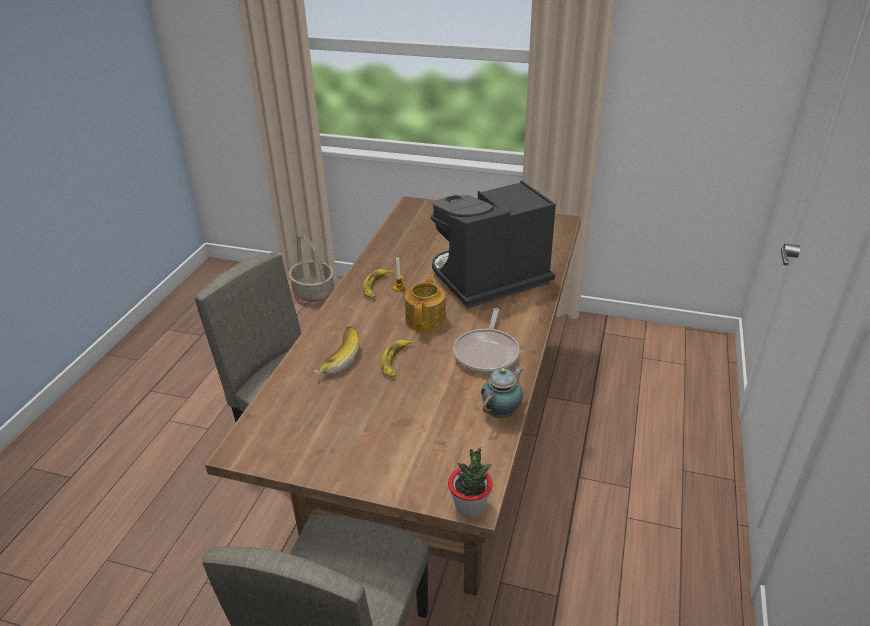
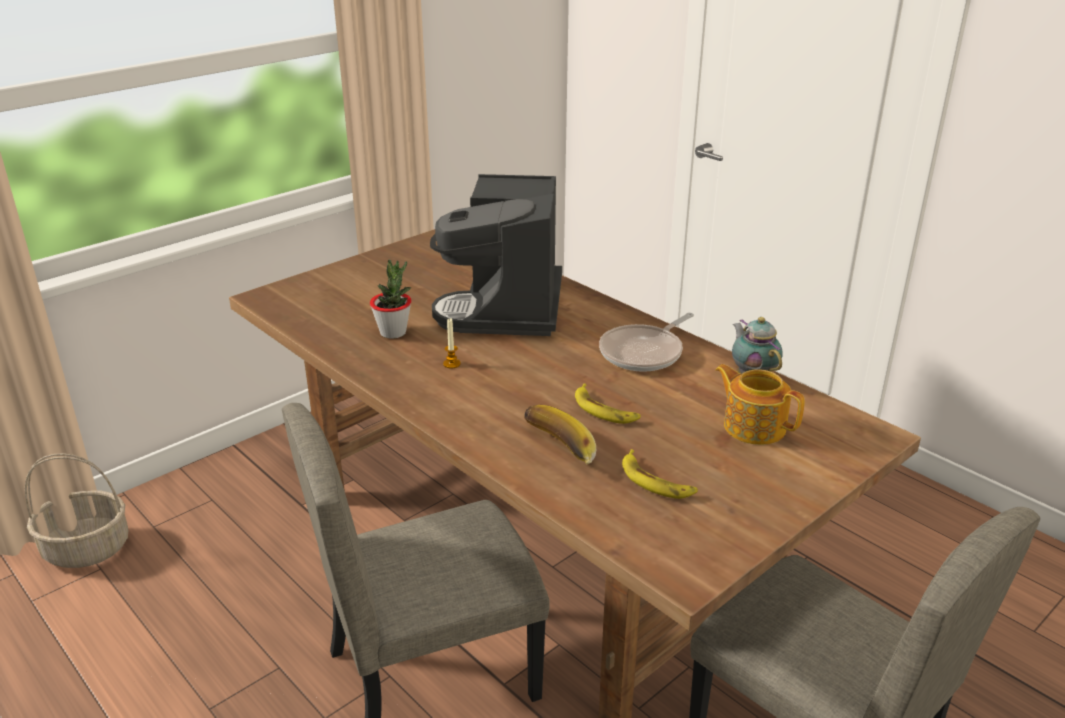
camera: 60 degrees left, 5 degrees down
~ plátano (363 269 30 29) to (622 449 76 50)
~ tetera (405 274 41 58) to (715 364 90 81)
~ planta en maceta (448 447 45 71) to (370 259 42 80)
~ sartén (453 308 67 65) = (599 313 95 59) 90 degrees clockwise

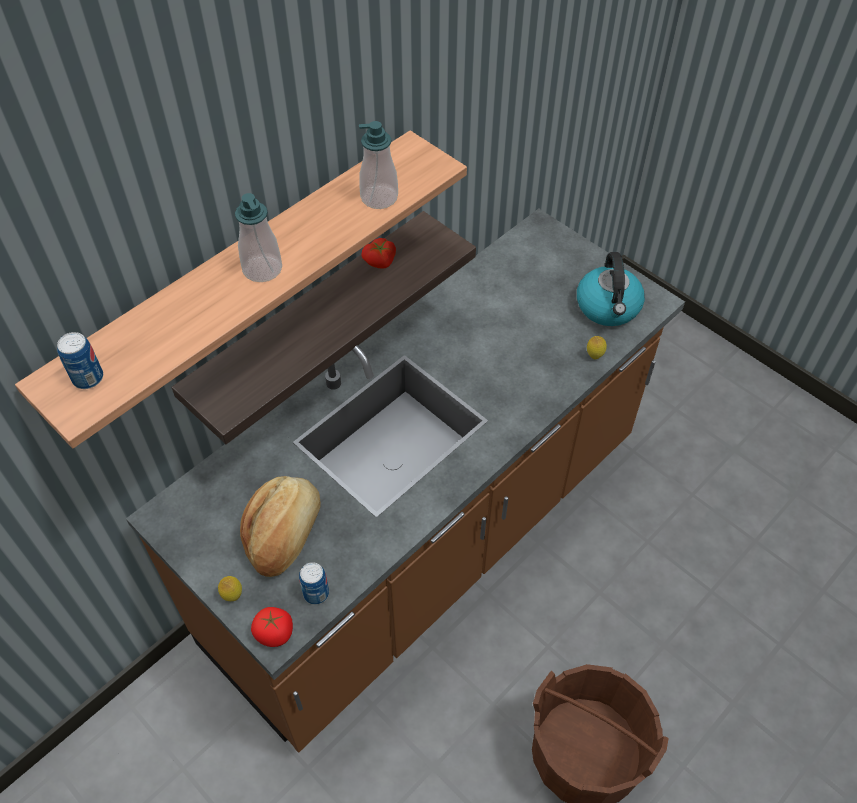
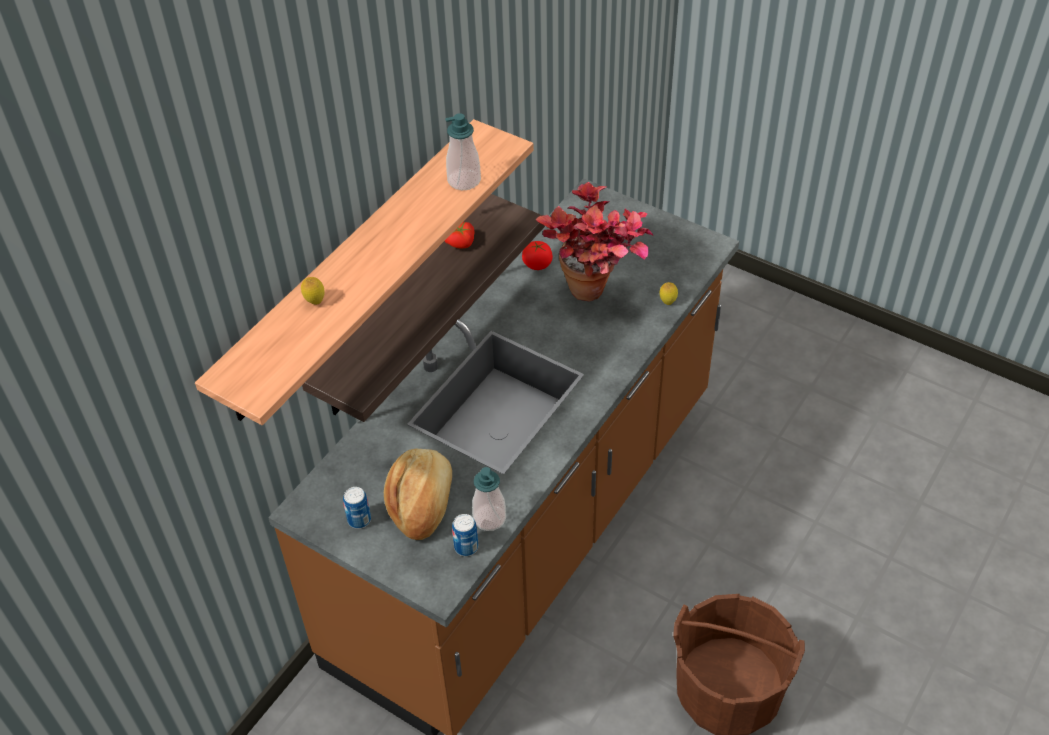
camera: 10 degrees left, 5 degrees down
- hervidor (577 252 68 74)
+ planta en maceta (535 182 118 120)
~ lata (57 332 46 57) to (343 487 28 42)
~ limón (218 576 24 25) to (301 277 24 28)
~ dispensador de jabón (235 193 47 89) to (472 467 34 64)
~ tomate (251 607 42 40) to (522 241 31 29)

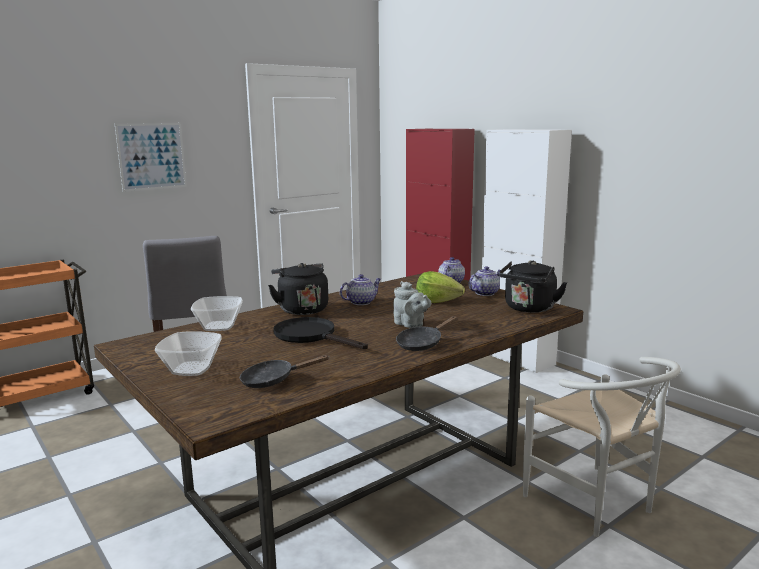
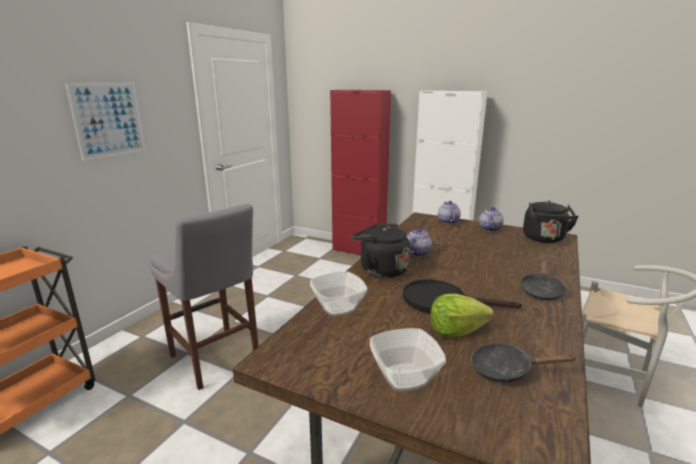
camera: 25 degrees left, 5 degrees up
- tetera (gris) (393 281 38 47)
~ lechuga (416 271 49 32) to (431 294 62 43)
~ sartén (negro) (240 355 90 33) = (471 343 104 40) 45 degrees clockwise

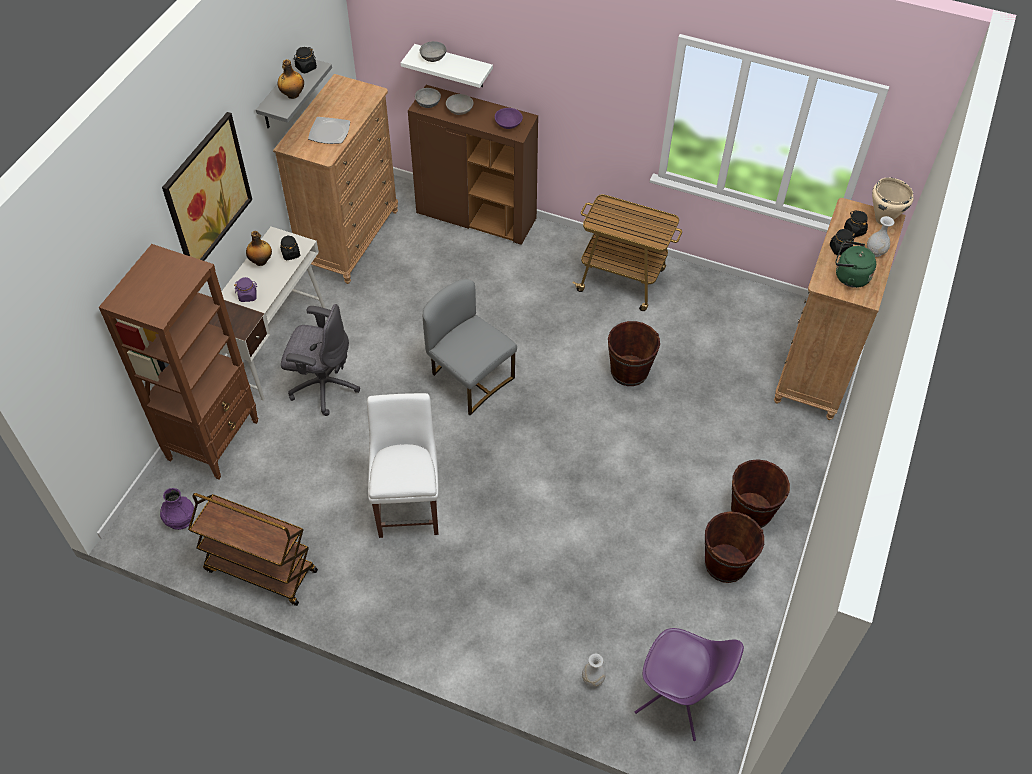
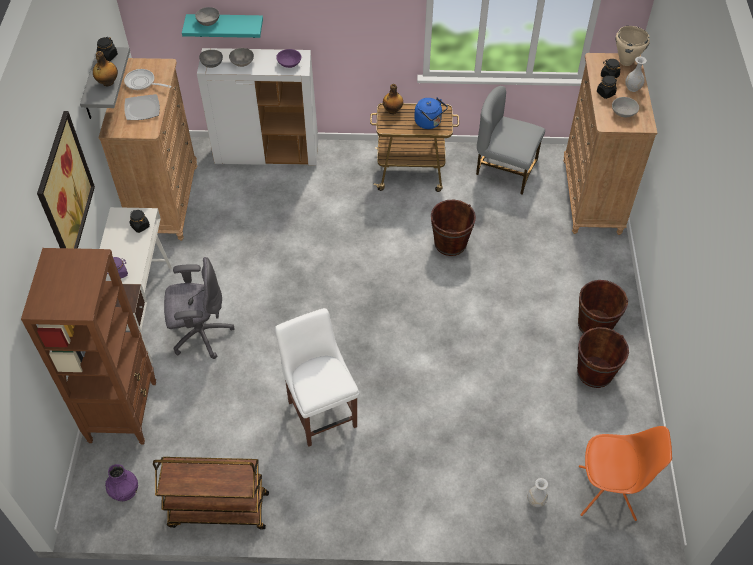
camera: 20 degrees left, 0 degrees up
+ sartén (124 69 48 21)
+ hervidor (azul) (414 98 34 31)
~ botella (246 231 26 35) to (383 84 20 30)
~ silla (gris) (423 279 94 137) to (476 86 69 109)
~ hervidor (verde) (835 241 41 47) to cuenco (gris) (612 97 27 20)
~ estante (blanco) (401 44 92 44) to estante (turquesa) (182 14 81 24)
~ armario (marrón) (408 85 130 160) to armario (blanco) (197 48 121 118)
~ silla (morado) (635 628 109 113) to silla (naranja) (579 426 93 95)

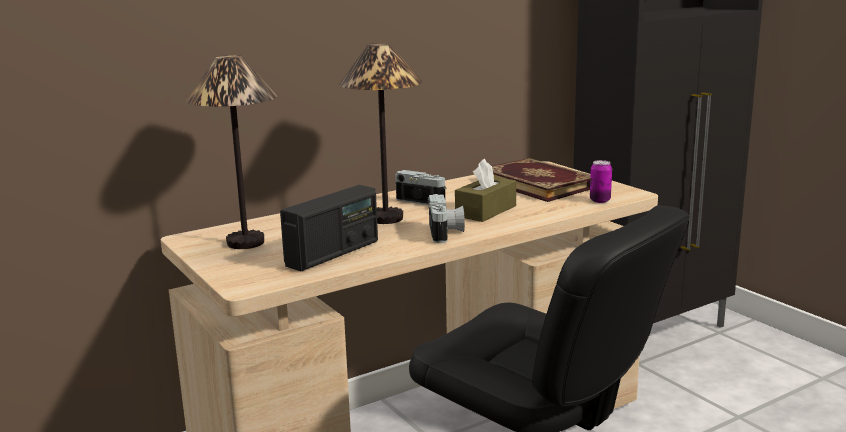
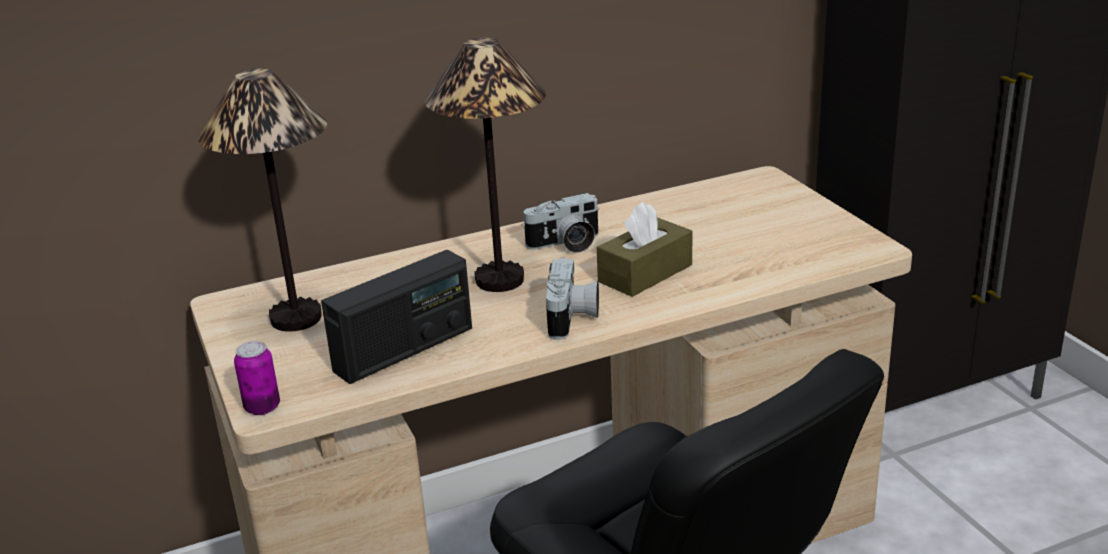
camera: 10 degrees right, 10 degrees up
- libro (492 158 99 44)
~ lata (590 160 22 43) to (234 341 46 74)
~ cámara (395 170 51 35) = (522 193 78 60) 120 degrees clockwise

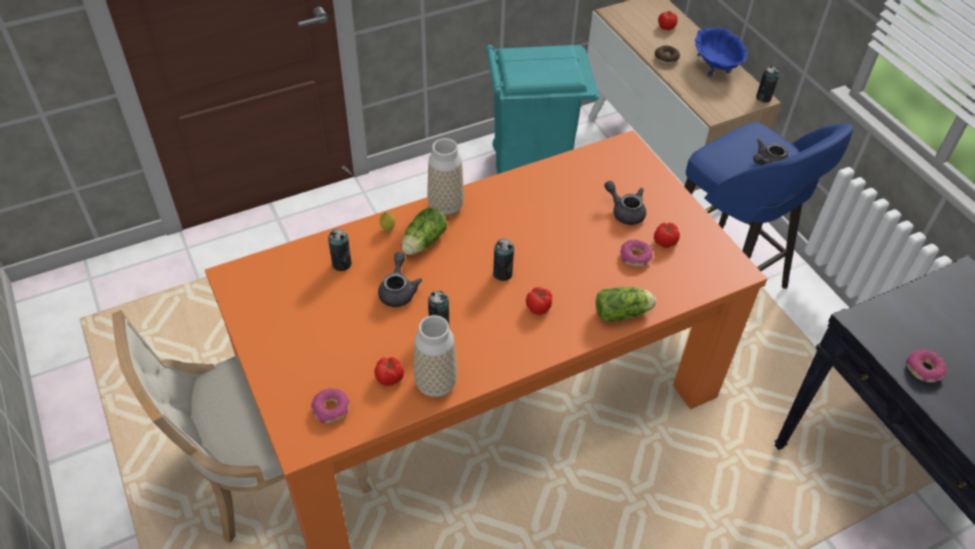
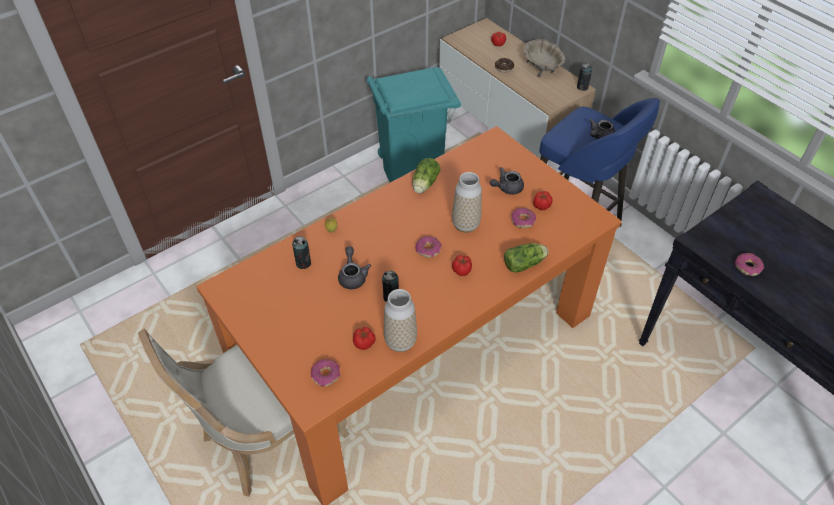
camera: 10 degrees left, 0 degrees up
~ lechuga (402 208 45 47) to (412 158 28 35)
~ florero (427 138 37 79) to (452 172 30 61)
~ lata (493 238 21 43) to rosquilla (416 236 26 22)
~ cuenco (azul) (695 27 52 50) to cuenco (beis) (524 39 41 38)
~ tetera (gris) (604 181 42 44) = (490 167 34 28) 60 degrees counterclockwise

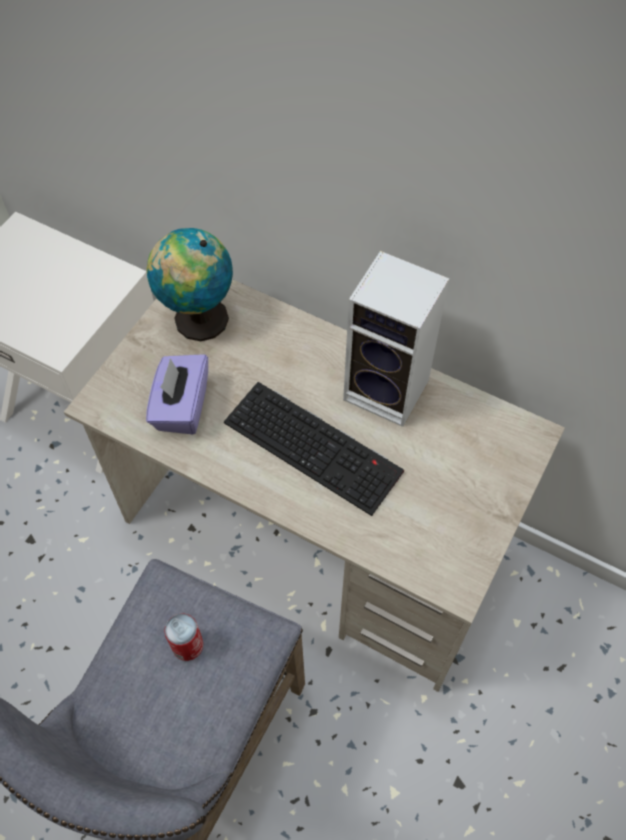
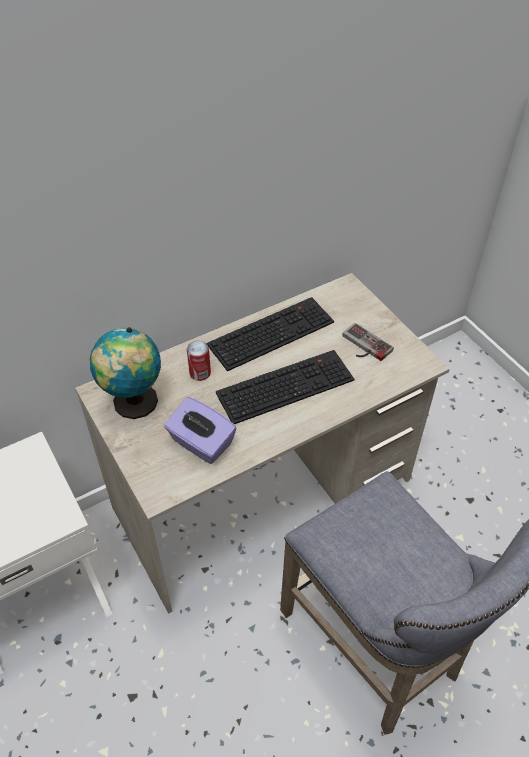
camera: 60 degrees left, 10 degrees down
+ mando de consola (342 323 52 38)
~ lata (164 613 39 48) to (187 341 24 40)
~ altavoz (343 251 106 176) to teclado (207 297 127 75)

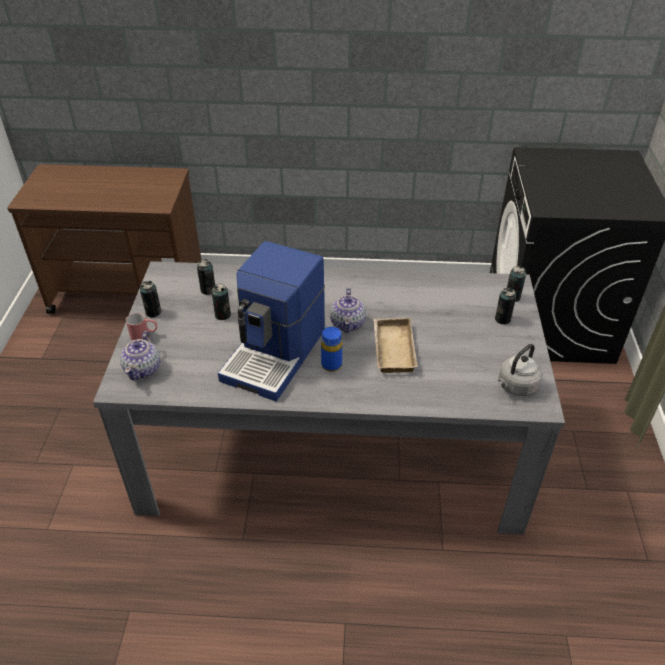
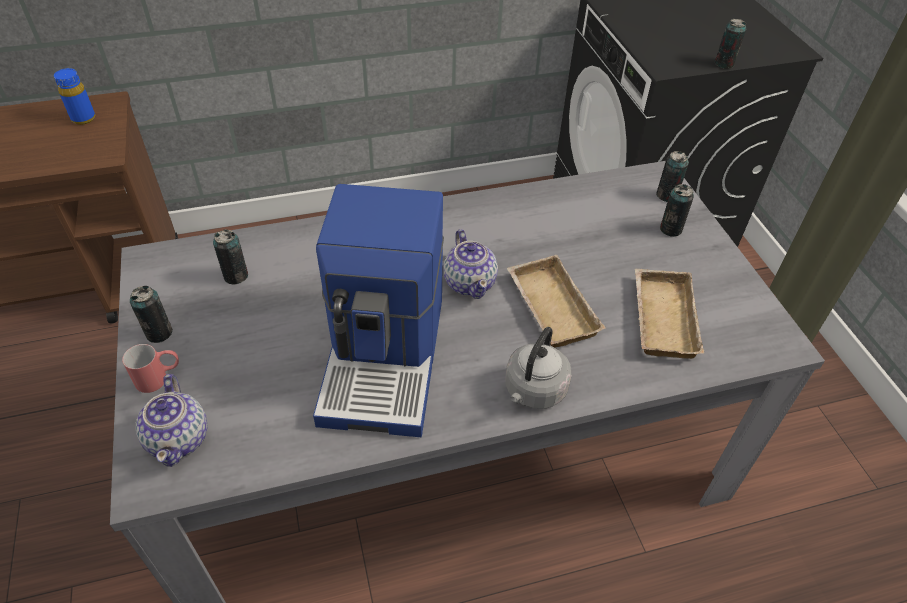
camera: 20 degrees left, 5 degrees up
+ bandeja (beis) (635 268 69 91)
~ lata (211 283 20 37) to (715 19 31 50)
~ botella (azul) (321 327 21 45) to (54 68 41 57)
~ hervidor (gris) (498 344 45 52) to (505 327 67 82)

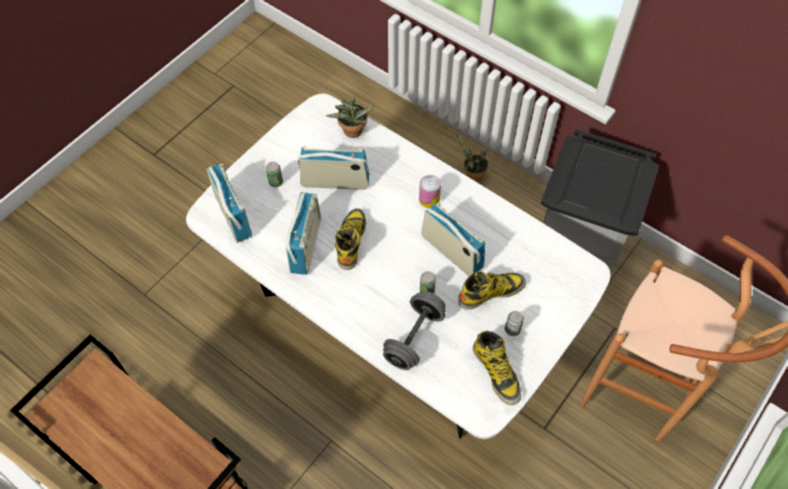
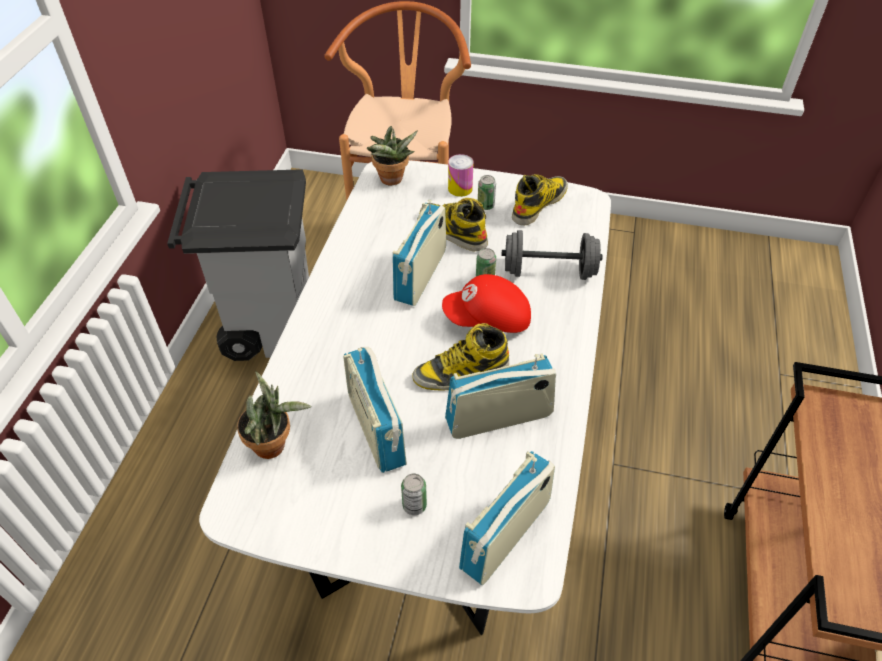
camera: 115 degrees left, 10 degrees down
+ gorra (rojo) (442 274 89 59)
~ lata (419 175 22 33) to (448 154 26 43)
~ planta en maceta (457 133 32 49) to (367 126 51 60)

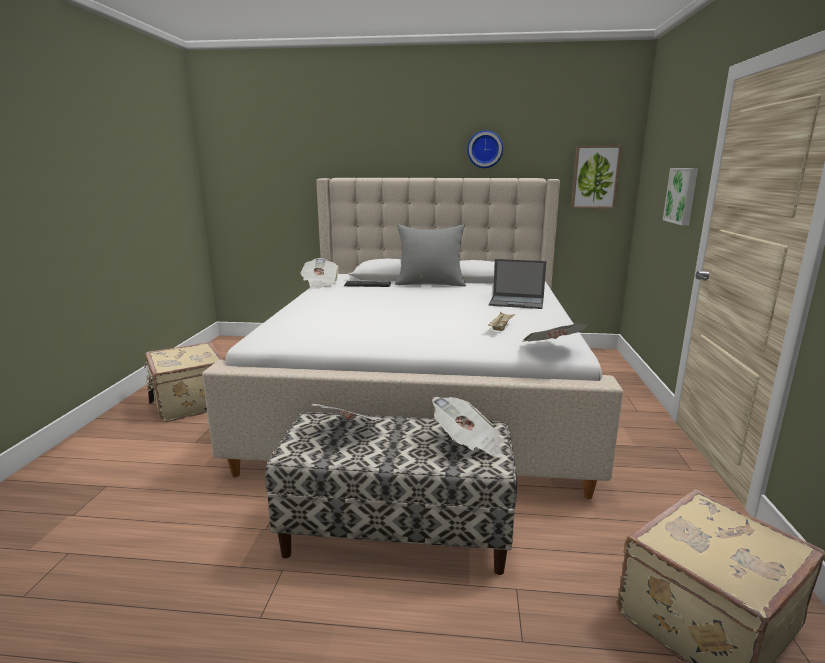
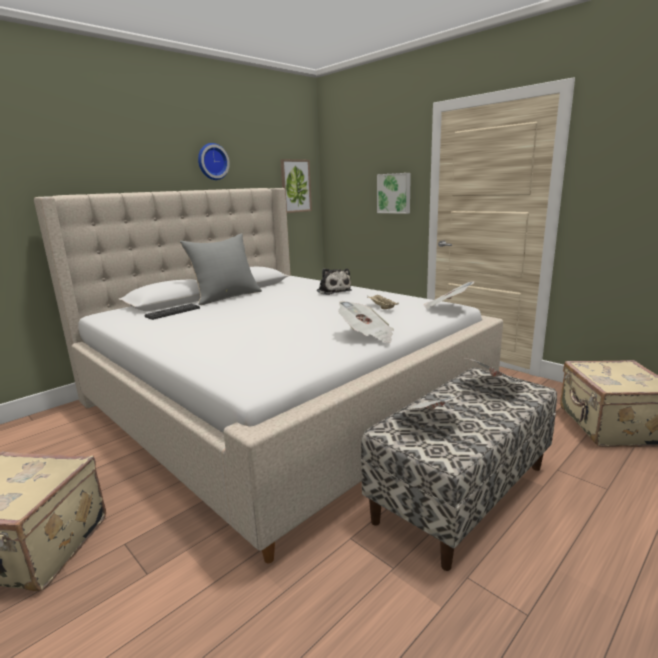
camera: 50 degrees left, 0 degrees up
~ periódico (300 258 39 31) to (338 301 56 42)
~ portátil (489 259 58 50) to peluche (317 268 35 27)

